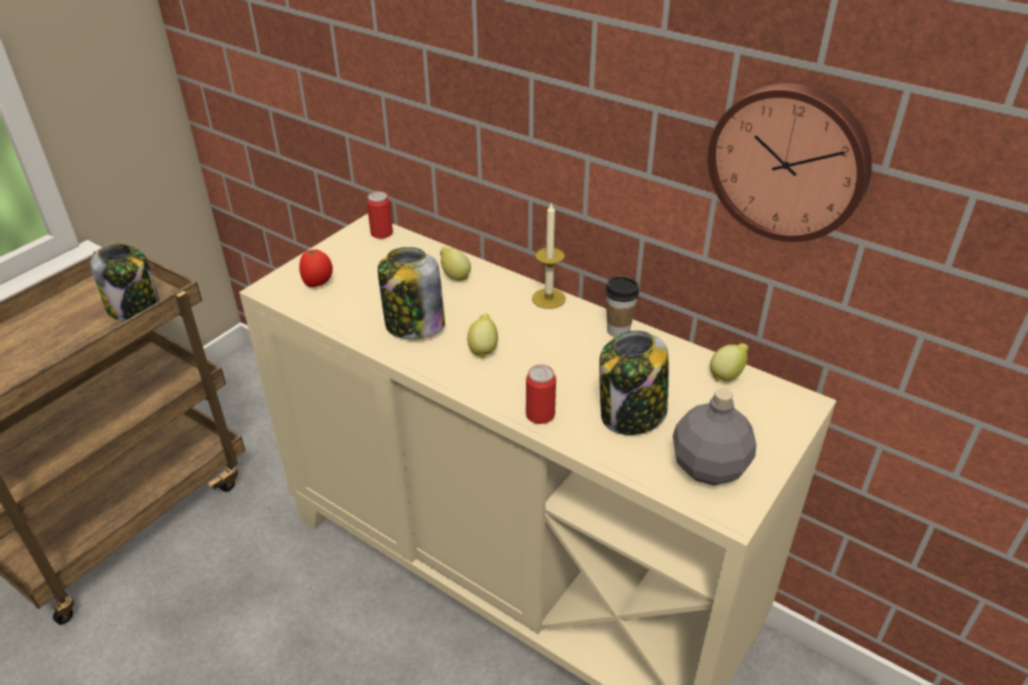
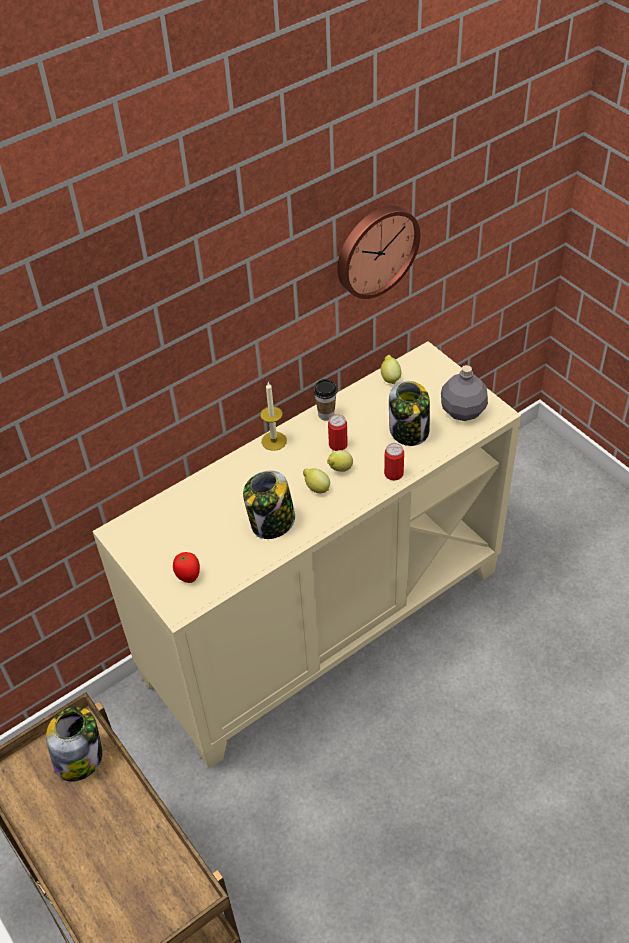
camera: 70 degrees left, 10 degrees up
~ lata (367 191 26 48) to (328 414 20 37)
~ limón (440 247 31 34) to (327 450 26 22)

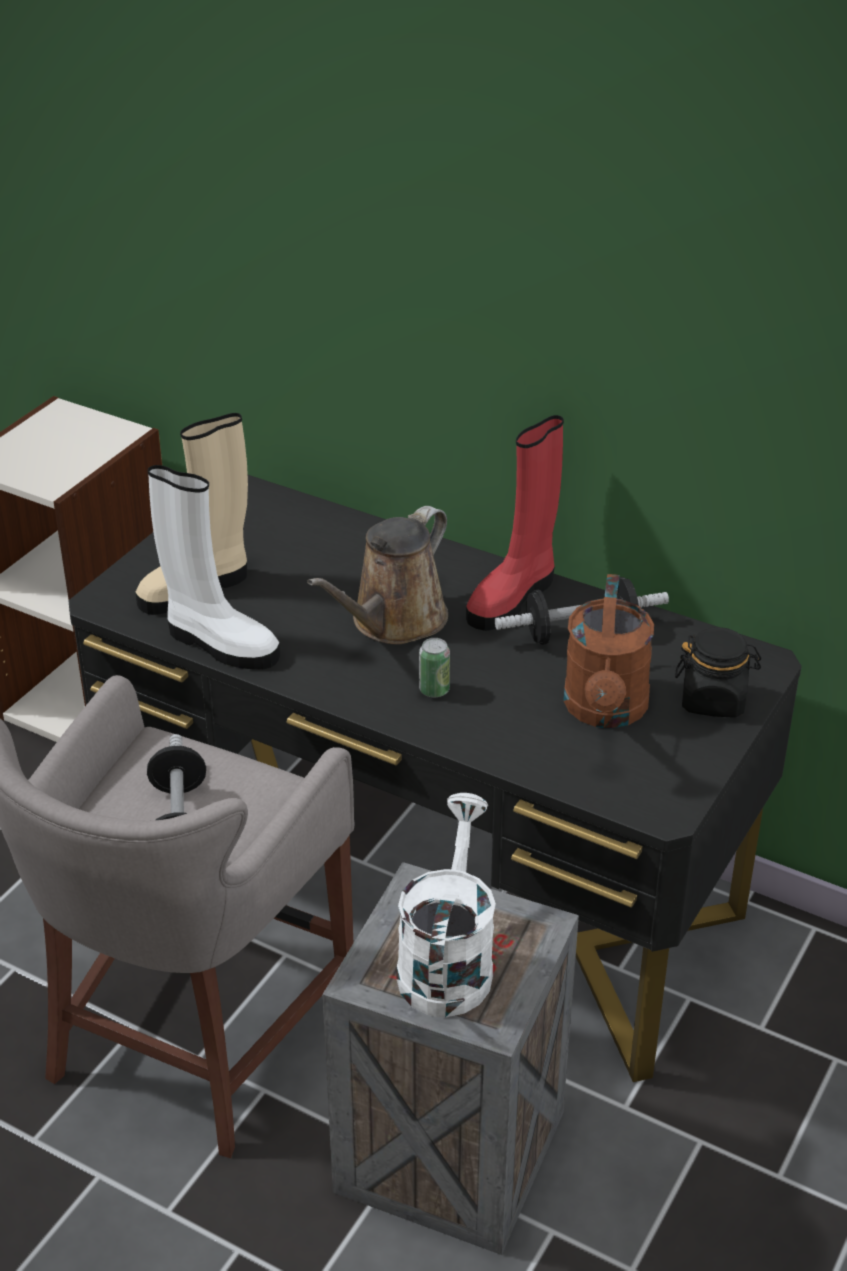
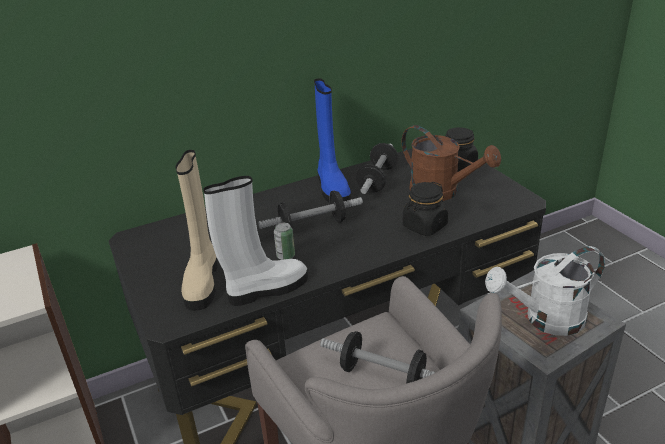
camera: 55 degrees left, 5 degrees down
+ tarro (negro) (403 182 45 54)
~ lata (419 638 31 60) to (274 223 21 37)
~ regadera (marrón) (307 506 141 138) to mancuerna (258 191 105 38)
~ bota (rojo) (466 415 98 216) to bota (azul) (314 78 37 125)
~ regadera (blanco) (396 793 100 224) = (485 246 120 90) 60 degrees counterclockwise

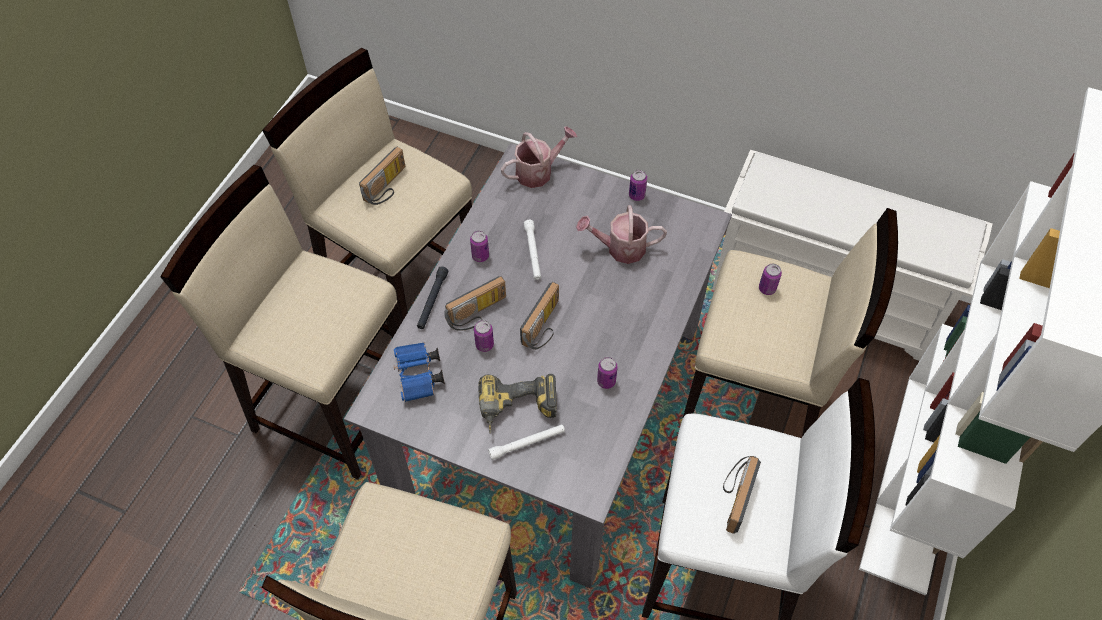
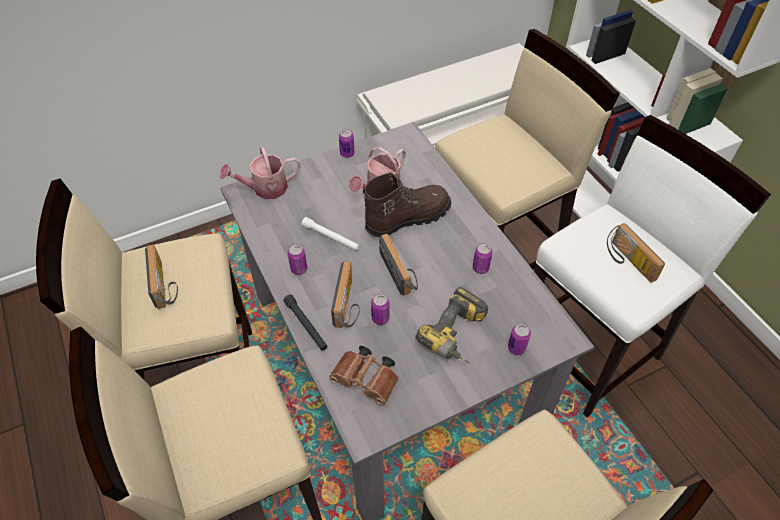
camera: 50 degrees left, 5 degrees down
- linterna (blanco) (488 424 77 36)
+ bota (marrón) (363 173 88 64)
~ lata (759 264 23 31) to (508 323 23 32)
~ prismáticos (azul) (394 342 51 60) to prismáticos (marrón) (329 346 70 59)
~ regadera (501 126 77 62) = (220 146 80 53) 120 degrees counterclockwise

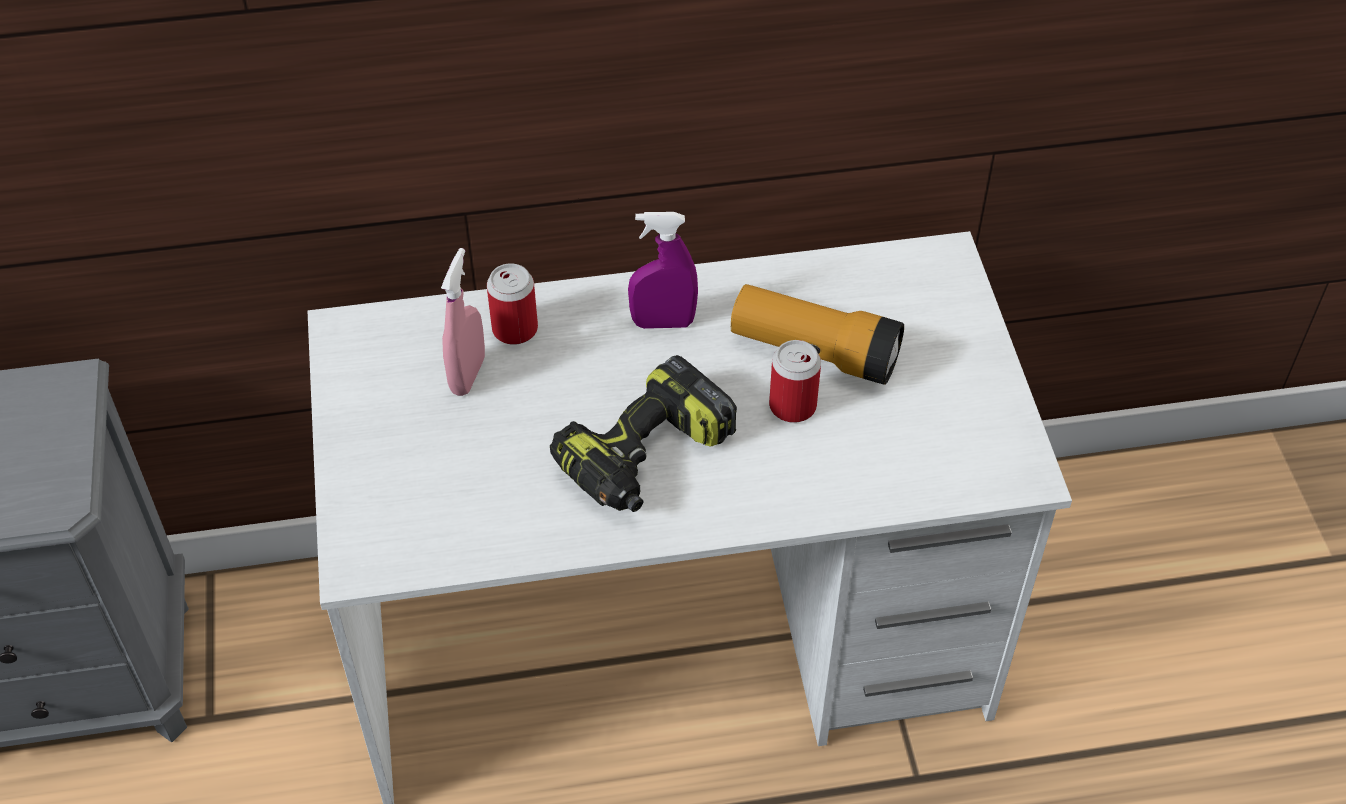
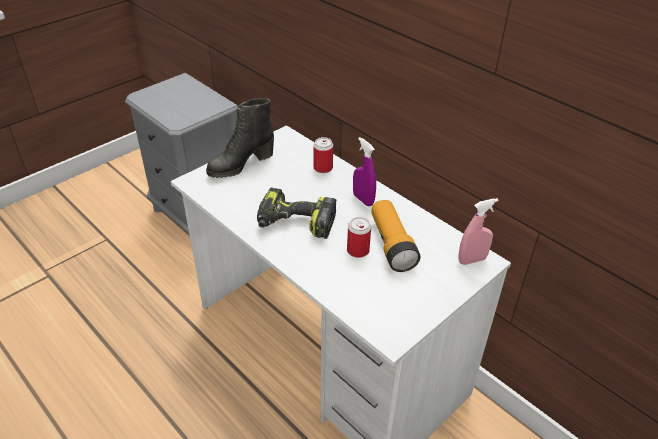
camera: 55 degrees right, 10 degrees down
+ bota (negro) (206 99 68 79)
~ pulverizador (rosa) (441 248 44 148) to (459 198 40 67)

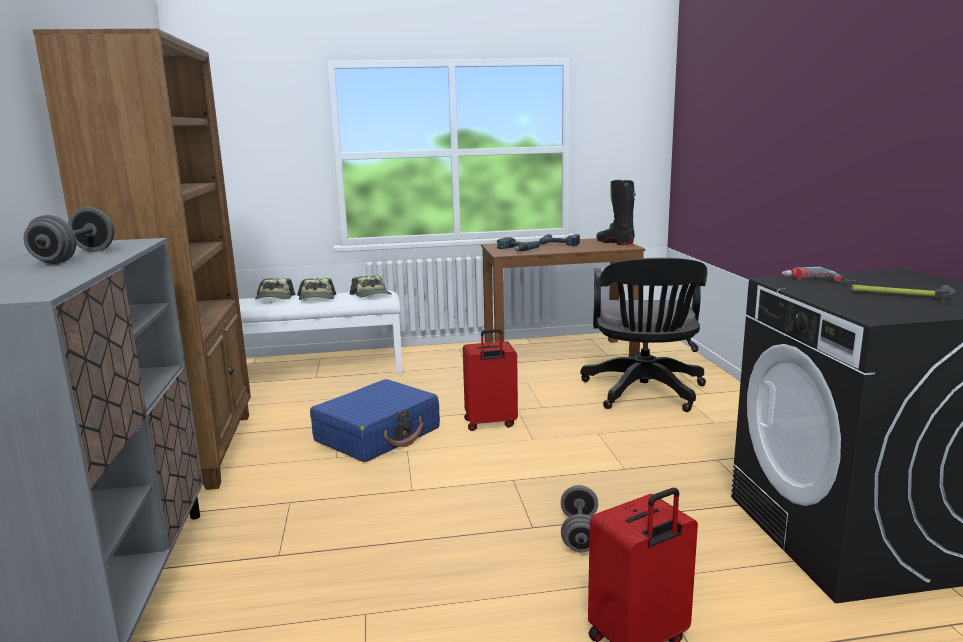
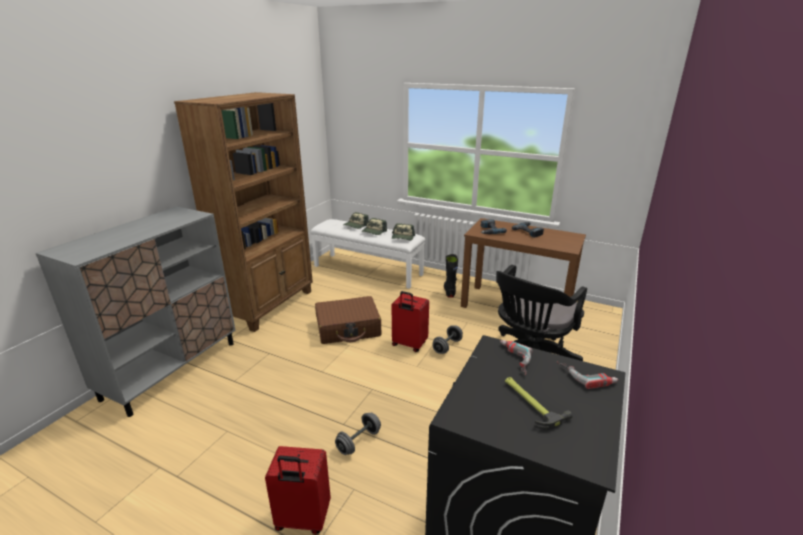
camera: 35 degrees right, 10 degrees up
+ taladro (557 362 61 27)
~ mancuerna (gris) (23 207 92 57) to (432 325 31 29)
~ bota (negro) (596 180 40 65) to (444 254 14 44)
~ maleta (azul) (310 379 130 83) to maleta (marrón) (315 296 66 48)

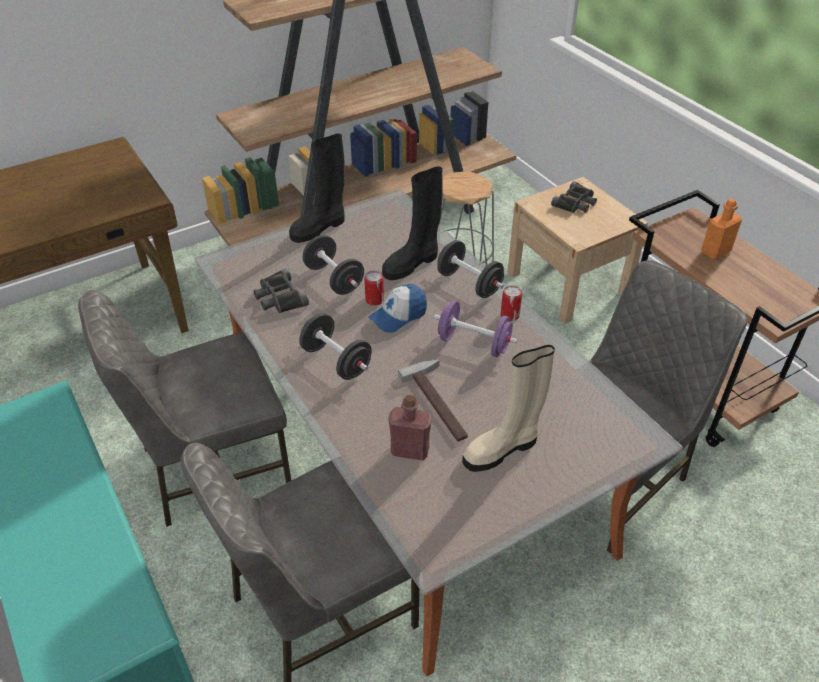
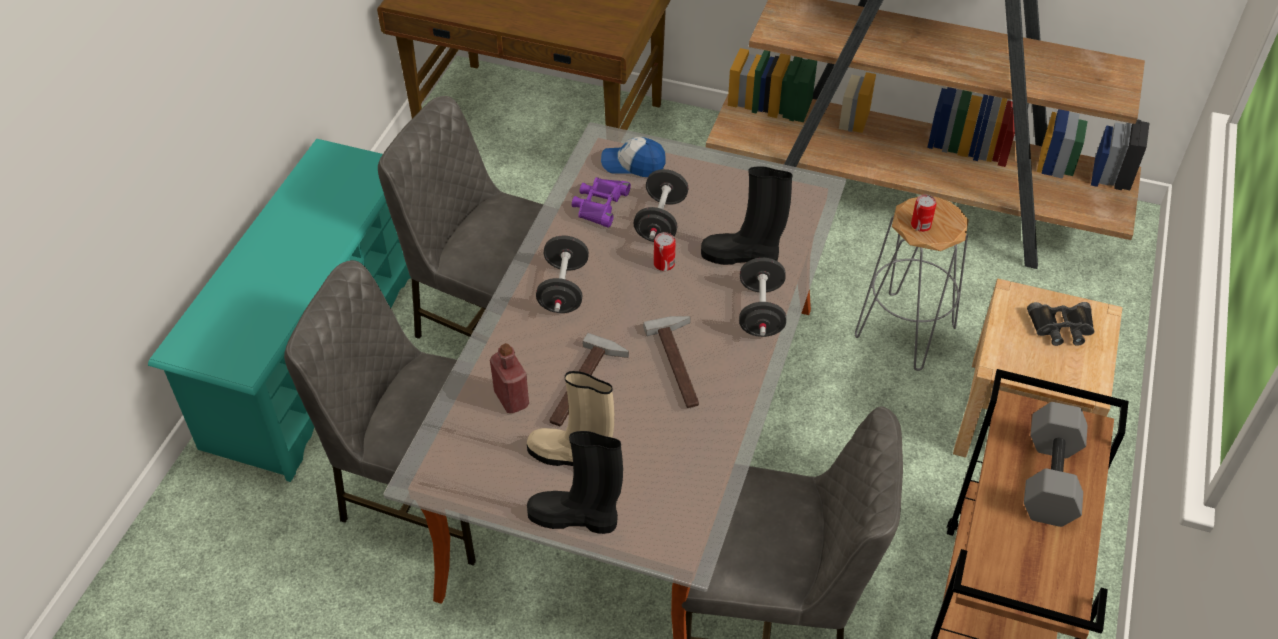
camera: 50 degrees right, 5 degrees up
~ bota (negro) (289 133 56 110) to (527 431 96 103)
~ gorra (368 284 59 49) to (601 137 65 40)
~ lata (501 286 21 35) to (911 194 25 38)
~ mancuerna (morado) (434 301 84 56) to martillo (643 316 56 92)
~ botella (naranja) (701 199 41 60) to mancuerna (gris) (1024 402 64 125)
~ prismáticos (negro) (254 268 55 45) to prismáticos (morado) (572 177 59 51)

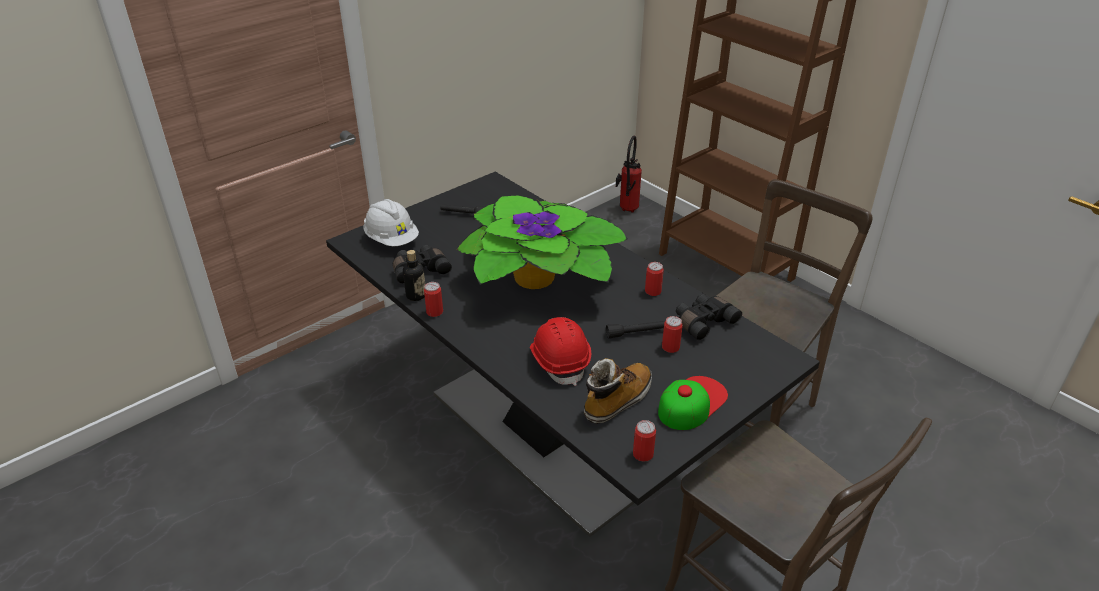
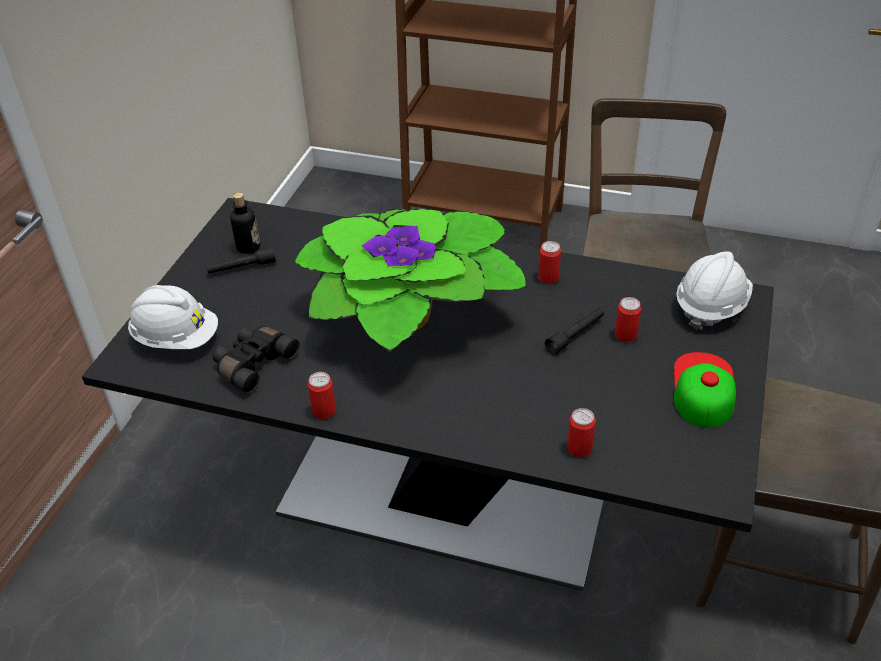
camera: 30 degrees left, 5 degrees up
- casco (rojo) (530 317 61 69)
- bota (584 358 68 66)
- extintor (616 136 26 77)
- prismáticos (negro) (676 294 66 47)
+ casco (blanco) (676 251 77 79)
~ botella (403 250 22 51) to (230 193 30 61)
~ lata (633 420 23 42) to (567 408 28 50)

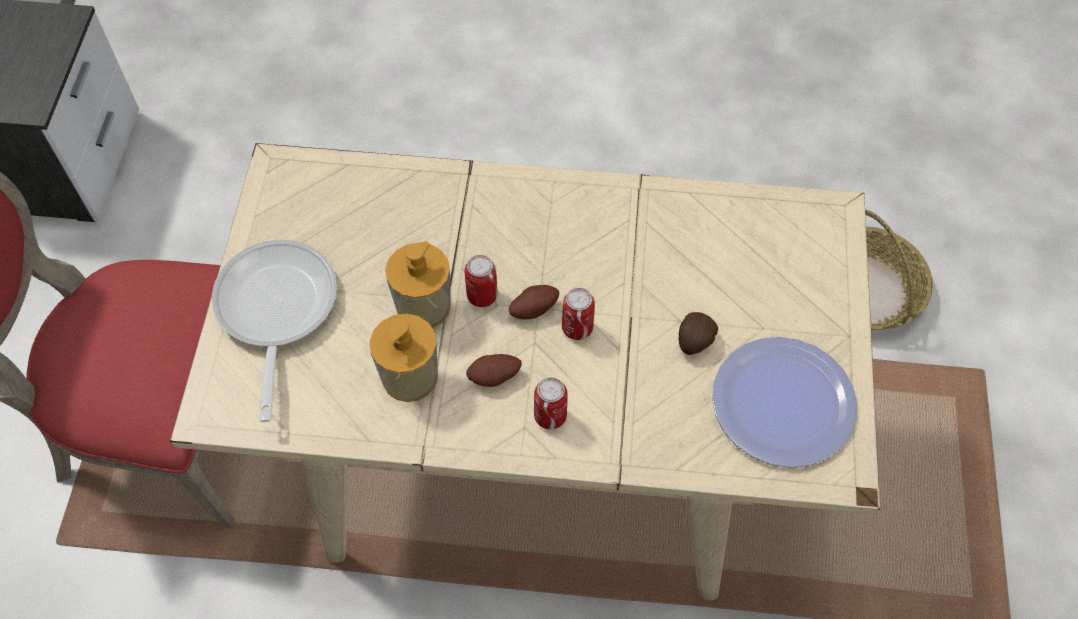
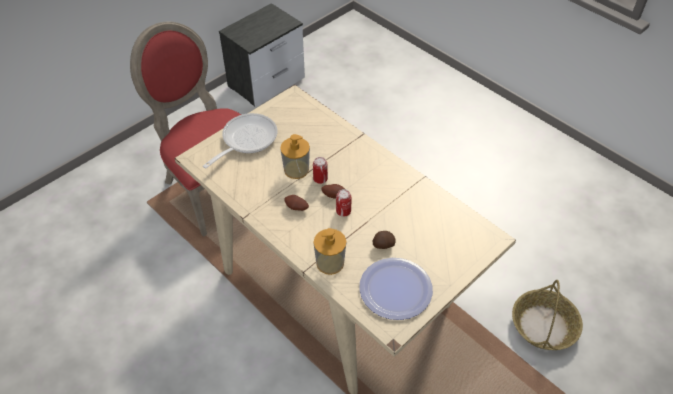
camera: 40 degrees right, 10 degrees down
- lata (534 377 34 53)
~ dispensador de jabón (370 314 68 88) to (314 228 33 47)

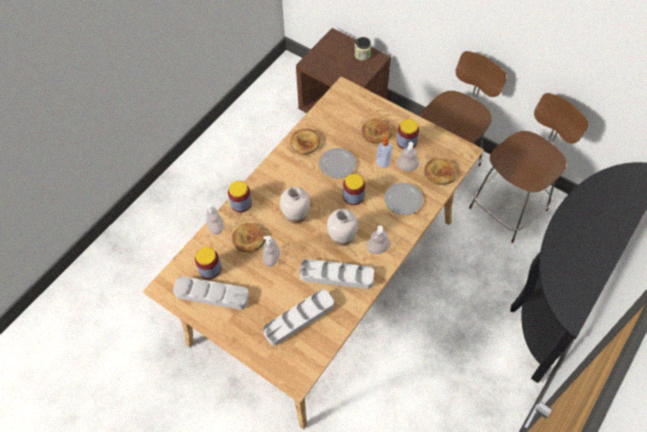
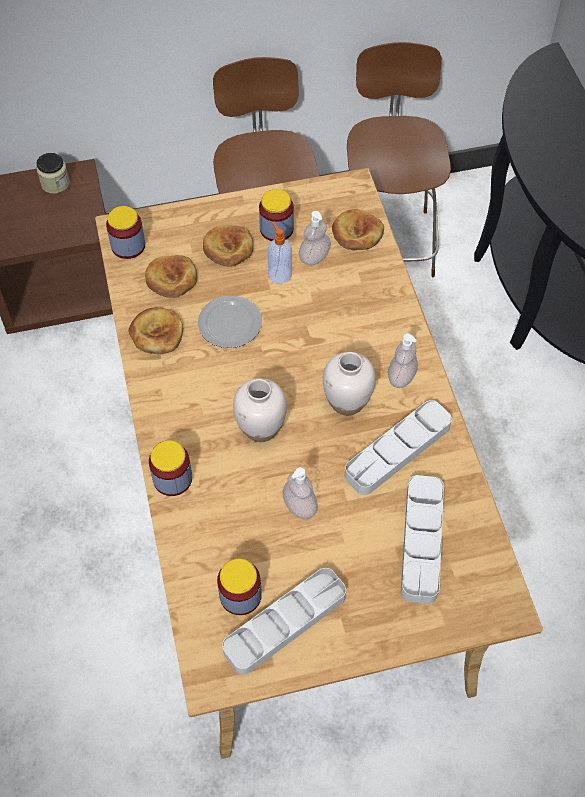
camera: 50 degrees left, 0 degrees up
- dispensador de jabón (205 203 19 32)
- plato (384 183 39 32)
~ pan (232 223 35 30) to (145 255 52 43)
~ tarro (343 174 22 31) to (106 206 39 53)

